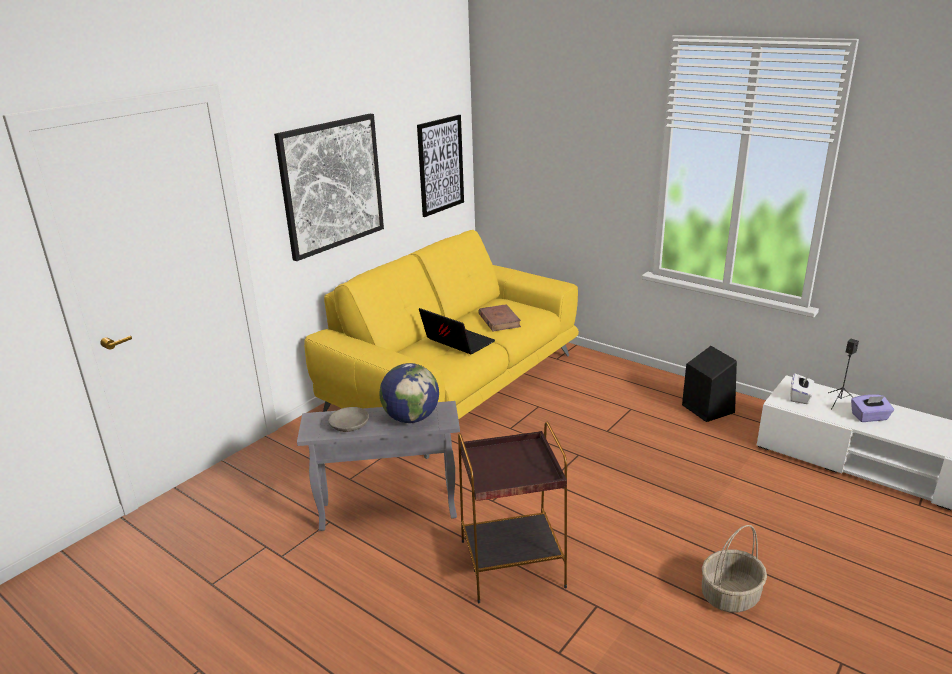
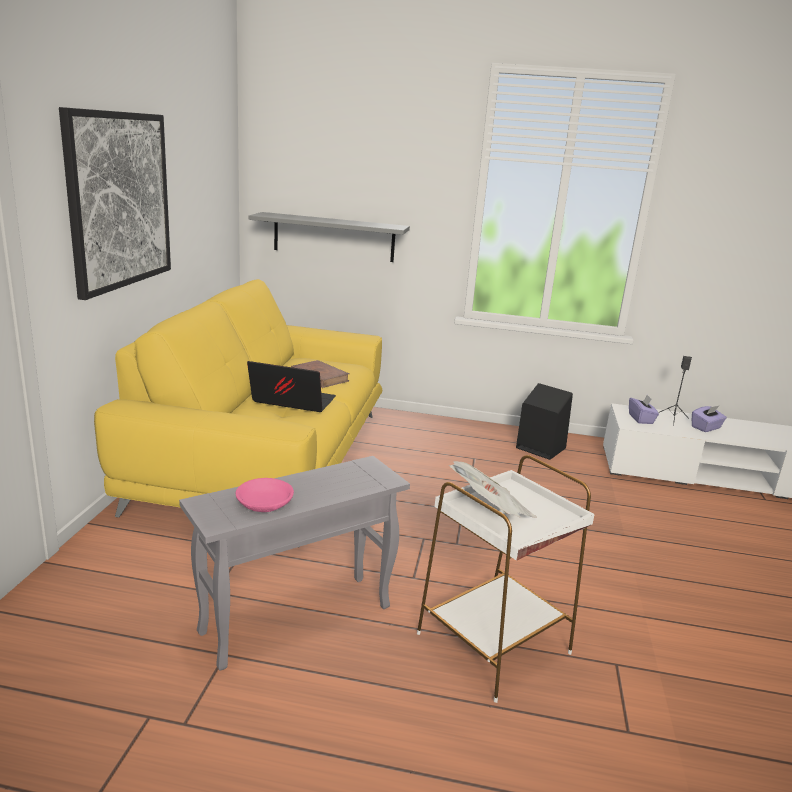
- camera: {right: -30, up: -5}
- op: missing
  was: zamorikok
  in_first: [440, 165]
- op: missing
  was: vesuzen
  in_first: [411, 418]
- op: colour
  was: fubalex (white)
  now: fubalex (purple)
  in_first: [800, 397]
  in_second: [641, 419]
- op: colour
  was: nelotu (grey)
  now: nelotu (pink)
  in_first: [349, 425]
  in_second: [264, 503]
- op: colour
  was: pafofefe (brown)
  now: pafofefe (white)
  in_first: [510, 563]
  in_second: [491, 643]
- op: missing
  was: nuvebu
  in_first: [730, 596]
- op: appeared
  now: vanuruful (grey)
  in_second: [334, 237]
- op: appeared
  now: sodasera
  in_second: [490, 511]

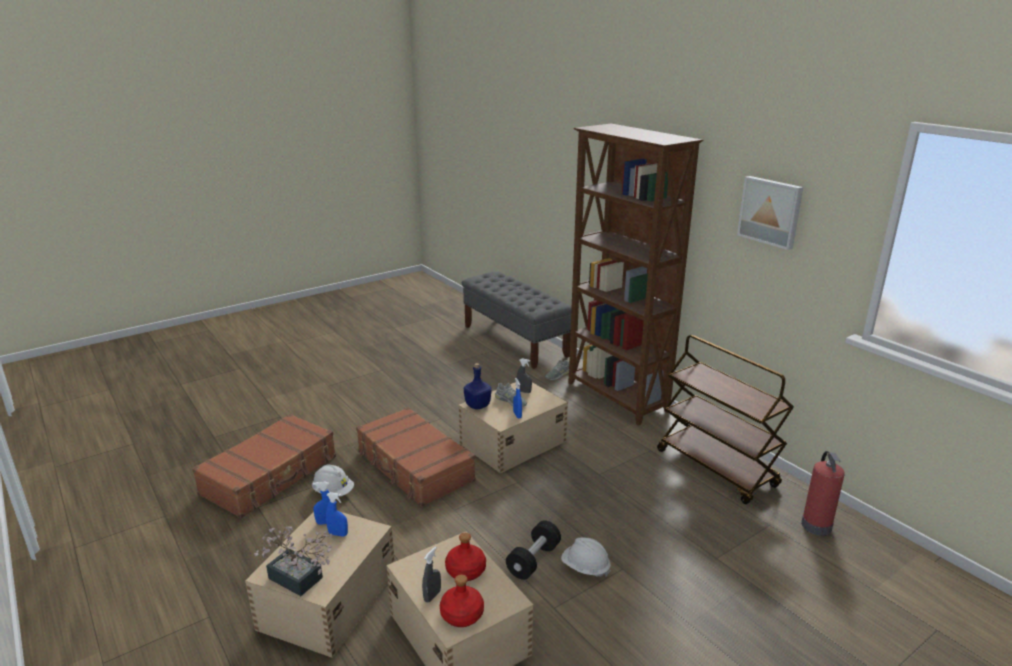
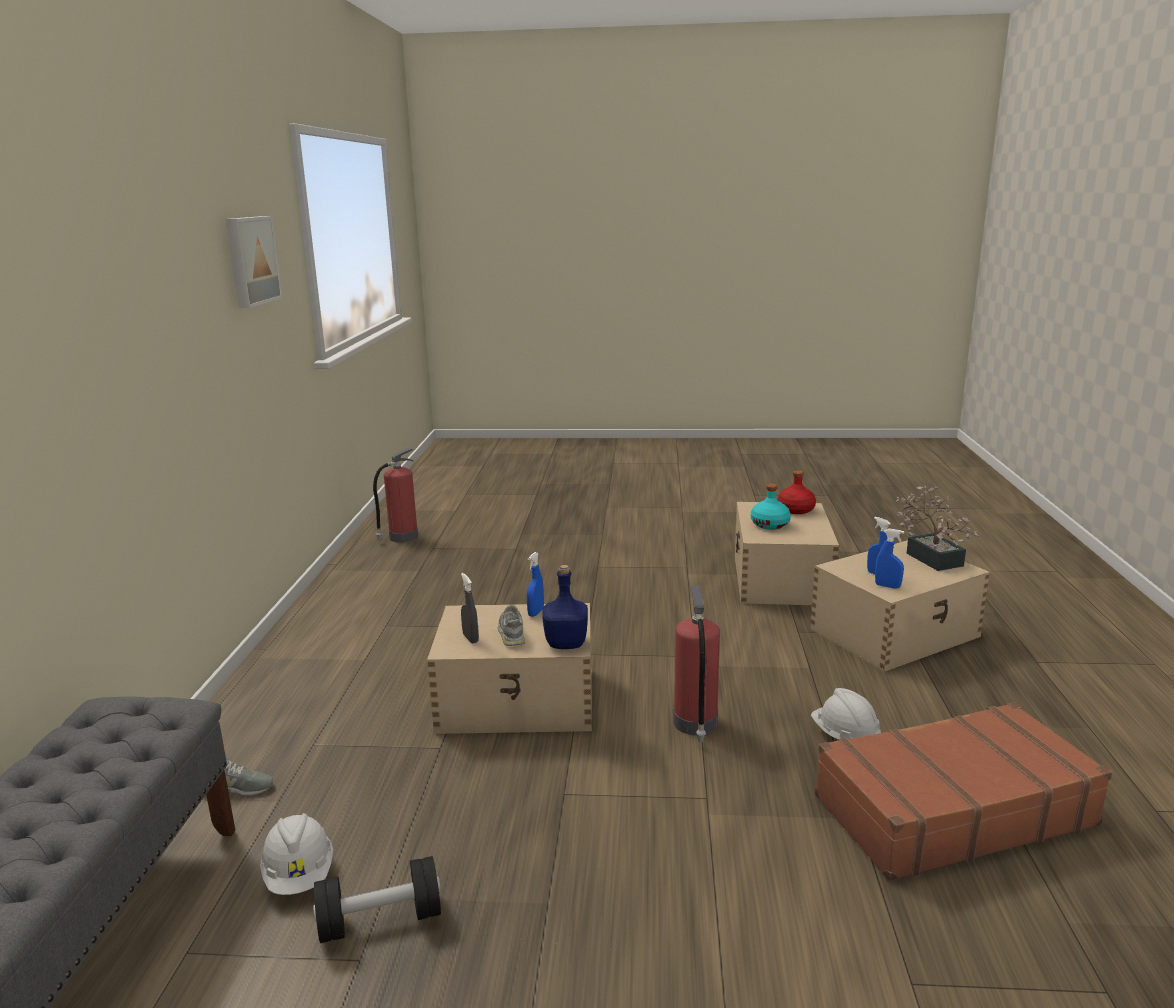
- camera: {right: -140, up: -5}
- op: missing
  was: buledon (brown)
  in_first: [617, 398]
- op: missing
  was: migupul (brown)
  in_first: [717, 468]
- op: exchanged
  was: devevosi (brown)
  now: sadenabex
  in_first: [414, 467]
  in_second: [695, 724]
- op: relocated
  was: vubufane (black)
  in_first: [533, 560]
  in_second: [380, 920]
- op: colour
  was: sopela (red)
  now: sopela (turquoise)
  in_first: [465, 571]
  in_second: [770, 524]
- op: relocated
  was: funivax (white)
  in_first: [585, 568]
  in_second: [300, 875]
- op: missing
  was: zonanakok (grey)
  in_first: [432, 596]

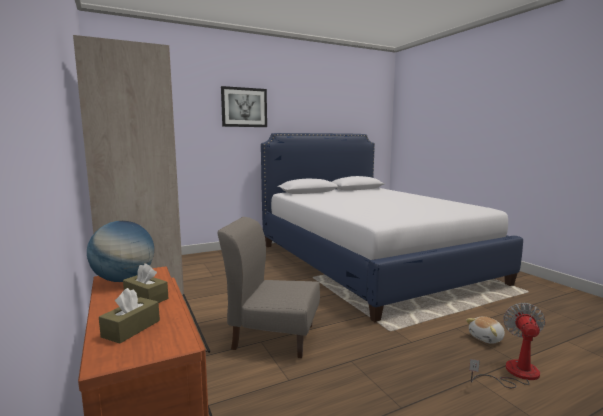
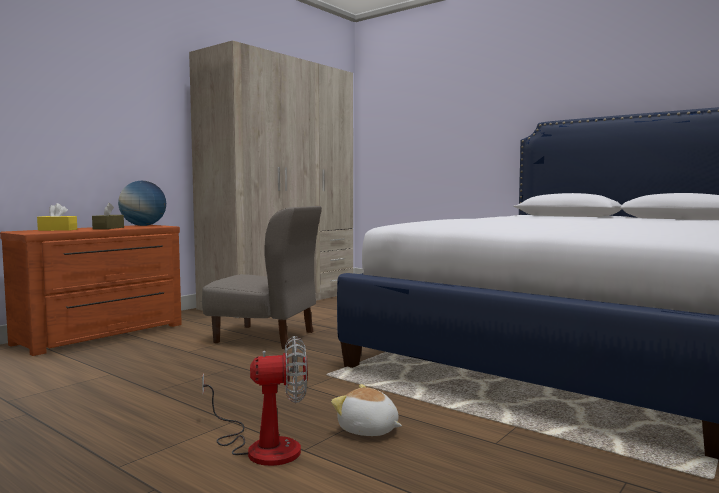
- camera: {right: 65, up: -5}
- op: missing
  was: zamorikok
  in_first: [244, 107]
- op: spun
  was: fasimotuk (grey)
  in_first: [273, 336]
  in_second: [265, 337]
  clockwise: 120
- op: colour
  was: fubalex (brown)
  now: fubalex (yellow)
  in_first: [131, 328]
  in_second: [57, 230]

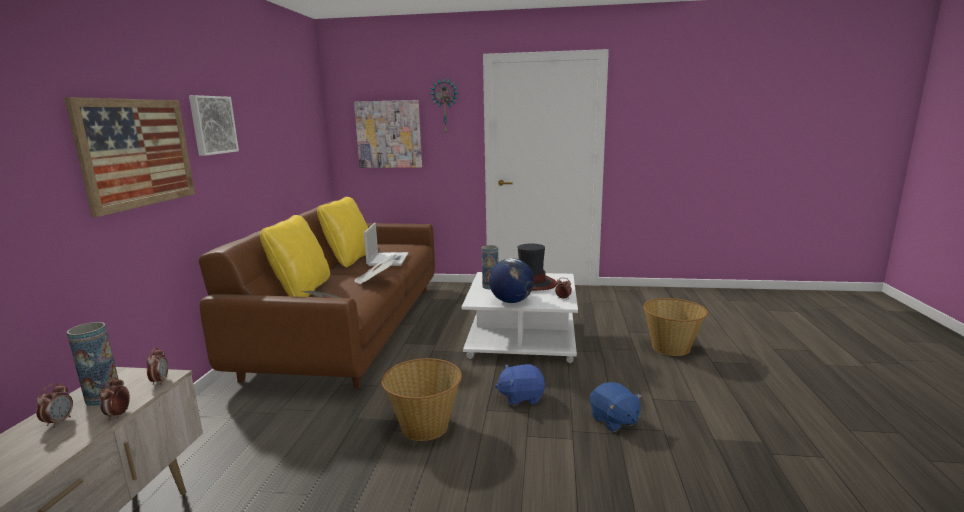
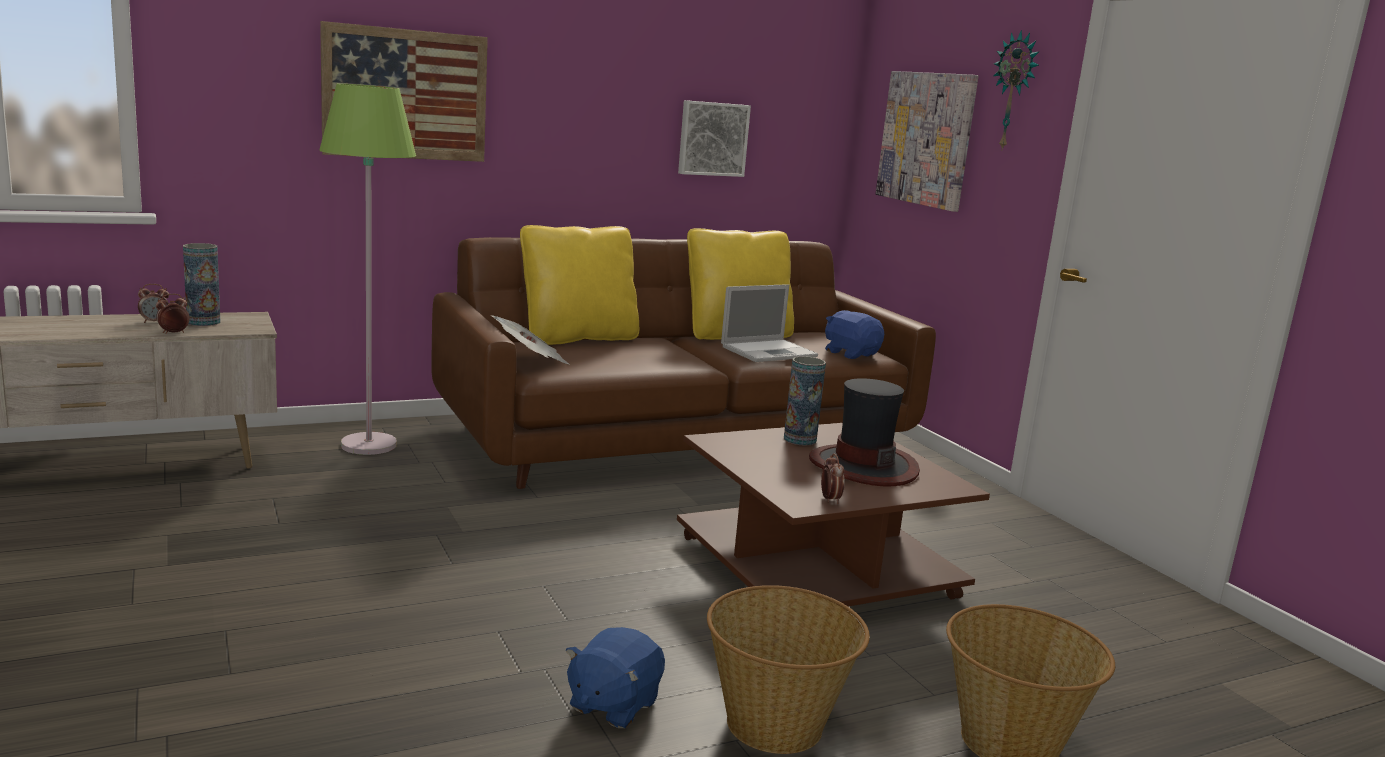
- camera: {right: 55, up: 0}
- op: relocated
  was: zamorikok
  in_first: [212, 125]
  in_second: [712, 138]
- op: missing
  was: sodasera
  in_first: [376, 281]
- op: missing
  was: vesuzen
  in_first: [511, 301]
- op: colour
  was: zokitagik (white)
  now: zokitagik (brown)
  in_first: [520, 338]
  in_second: [817, 566]
- op: missing
  was: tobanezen
  in_first: [160, 381]
- op: relocated
  was: nuvebu
  in_first: [424, 426]
  in_second: [776, 723]
- op: relocated
  was: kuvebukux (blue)
  in_first: [521, 397]
  in_second: [851, 353]
- op: appeared
  now: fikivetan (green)
  in_second: [369, 445]

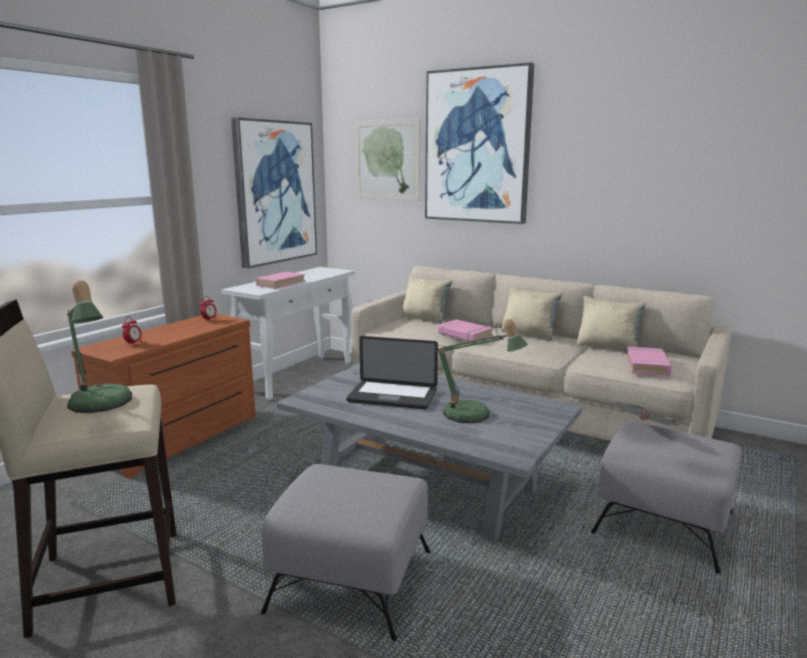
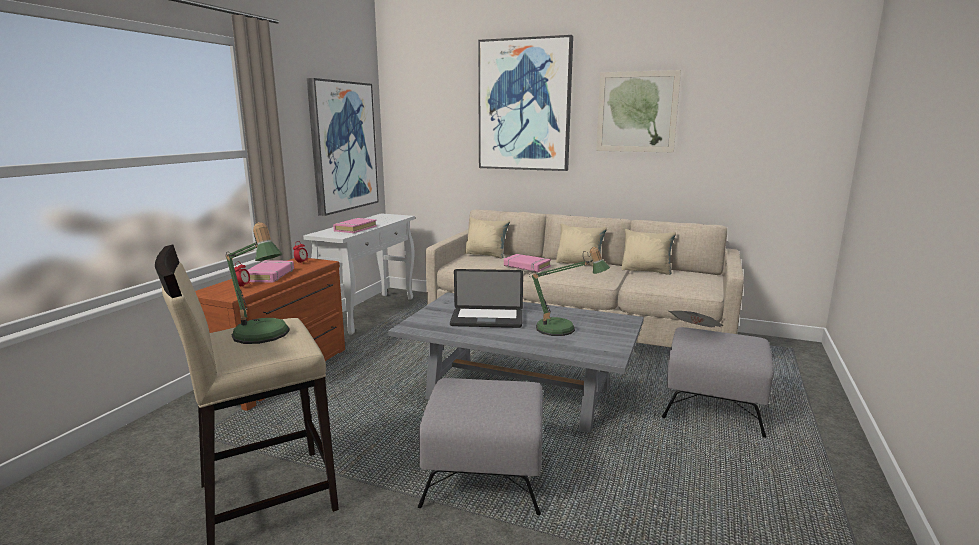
- camera: {right: -10, up: 0}
- op: relocated
  was: zamorikok
  in_first: [387, 160]
  in_second: [636, 112]
- op: relocated
  was: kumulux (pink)
  in_first: [647, 365]
  in_second: [270, 275]

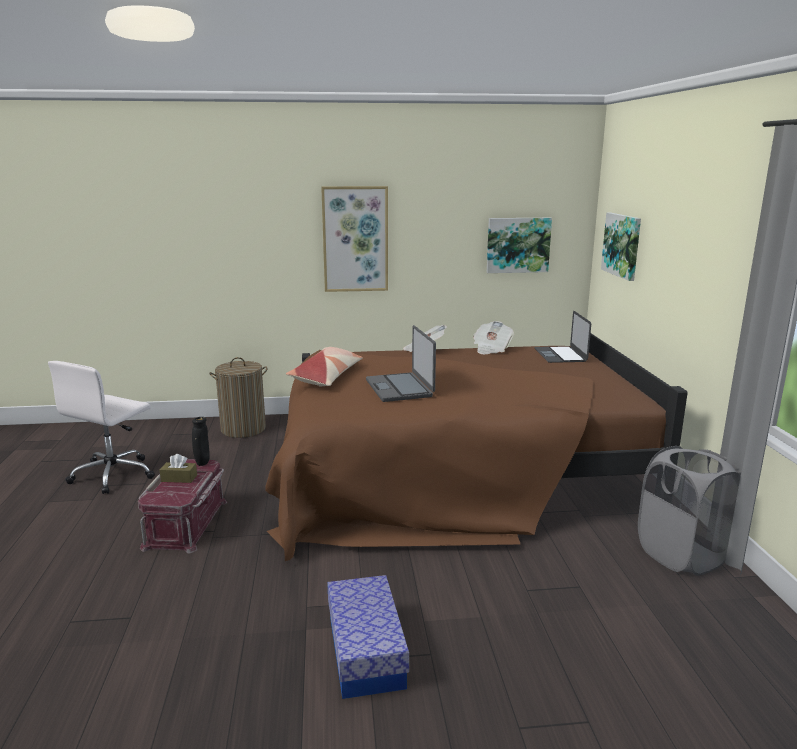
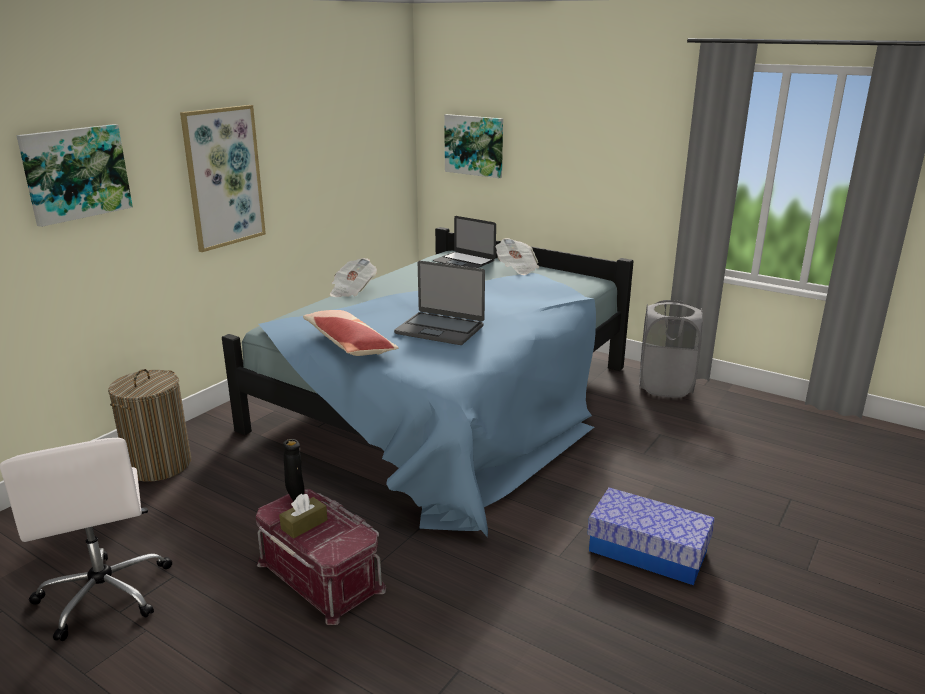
- camera: {right: -50, up: 5}
- op: relocated
  was: zamorikok
  in_first: [518, 245]
  in_second: [76, 173]
- op: relocated
  was: sodasera
  in_first: [491, 349]
  in_second: [517, 268]
- op: colour
  was: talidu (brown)
  now: talidu (blue)
  in_first: [454, 474]
  in_second: [449, 404]

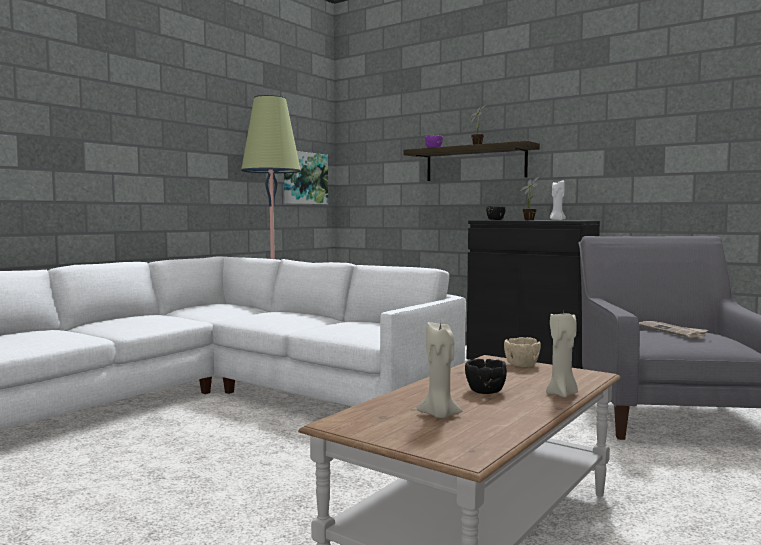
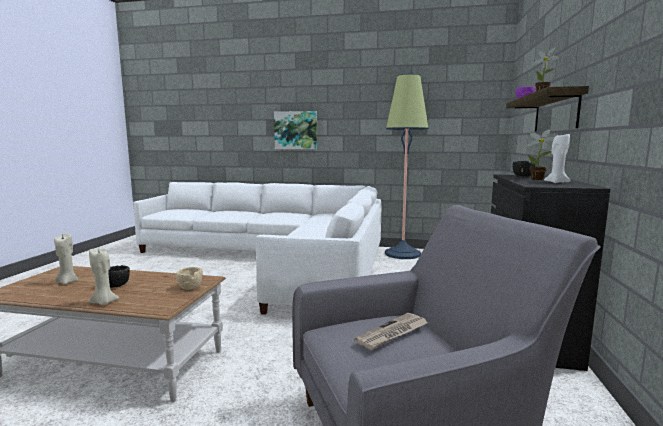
- camera: {right: 65, up: 5}
- op: relocated
  was: zamorikok
  in_first: [304, 178]
  in_second: [295, 130]

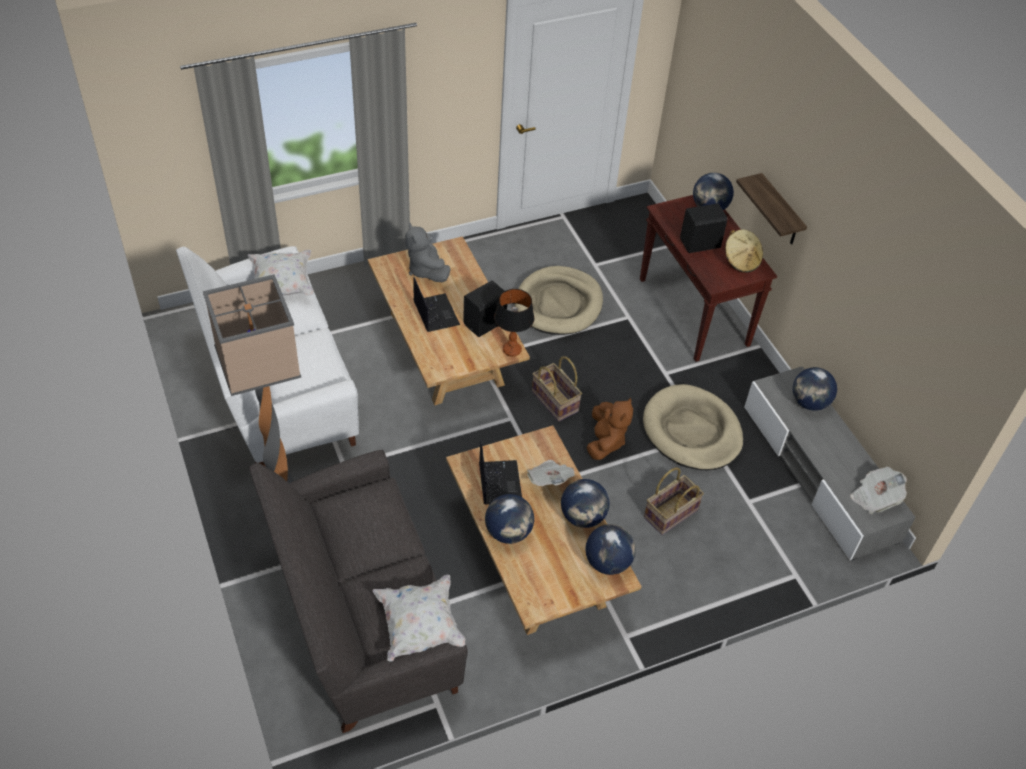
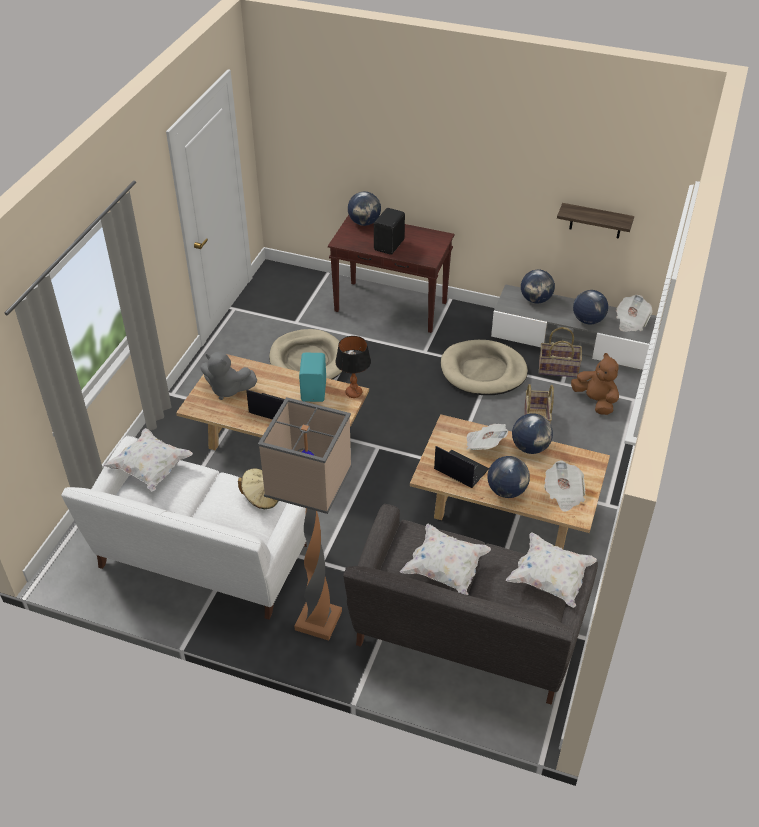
- camera: {right: -45, up: -5}
- op: relocated
  was: vanuruful
  in_first: [780, 212]
  in_second: [596, 221]
- op: relocated
  was: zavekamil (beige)
  in_first: [741, 261]
  in_second: [261, 498]
- op: colour
  was: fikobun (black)
  now: fikobun (turquoise)
  in_first: [486, 323]
  in_second: [314, 390]
- op: relocated
  was: nuvebu
  in_first: [555, 401]
  in_second: [558, 368]
- op: relocated
  was: kuvebukux (brown)
  in_first: [605, 441]
  in_second: [595, 401]
- op: relocated
  was: vesuzen
  in_first: [607, 562]
  in_second: [587, 320]
- op: appeared
  now: sodasera
  in_second: [563, 494]
- op: appeared
  now: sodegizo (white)
  in_second: [445, 569]

